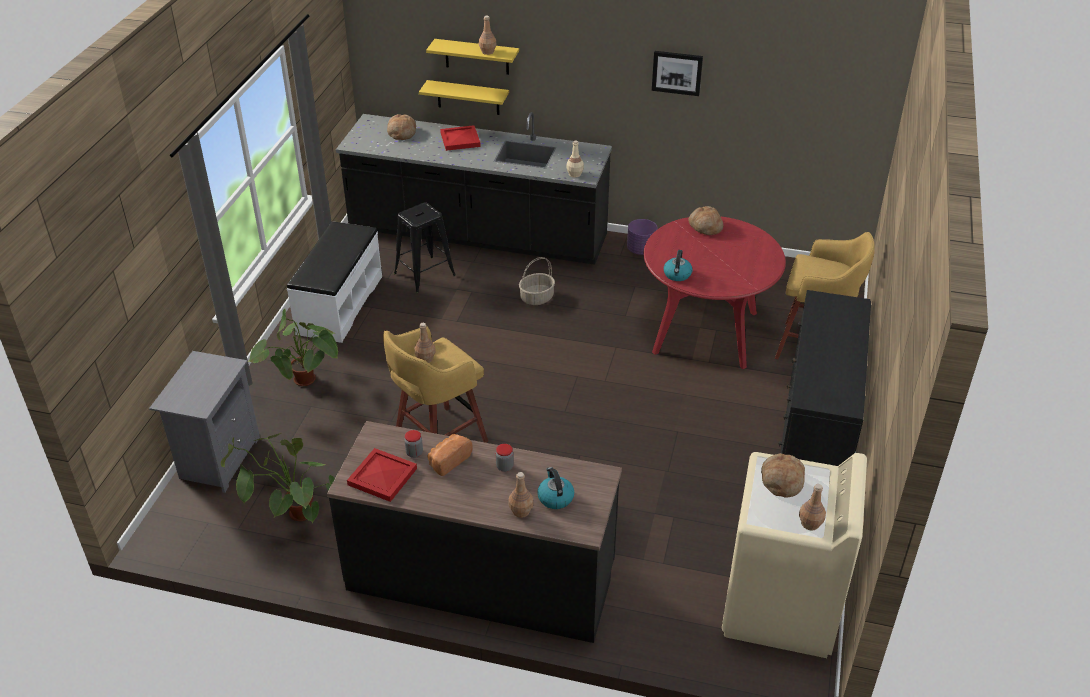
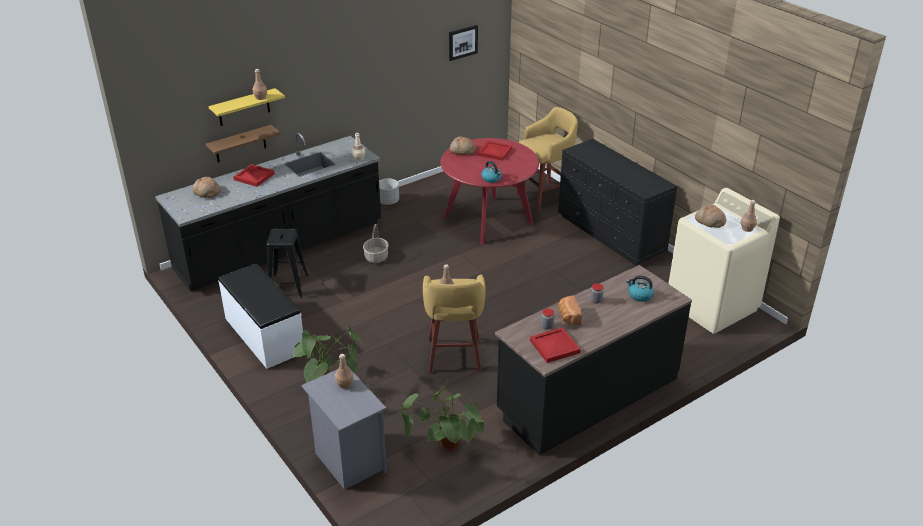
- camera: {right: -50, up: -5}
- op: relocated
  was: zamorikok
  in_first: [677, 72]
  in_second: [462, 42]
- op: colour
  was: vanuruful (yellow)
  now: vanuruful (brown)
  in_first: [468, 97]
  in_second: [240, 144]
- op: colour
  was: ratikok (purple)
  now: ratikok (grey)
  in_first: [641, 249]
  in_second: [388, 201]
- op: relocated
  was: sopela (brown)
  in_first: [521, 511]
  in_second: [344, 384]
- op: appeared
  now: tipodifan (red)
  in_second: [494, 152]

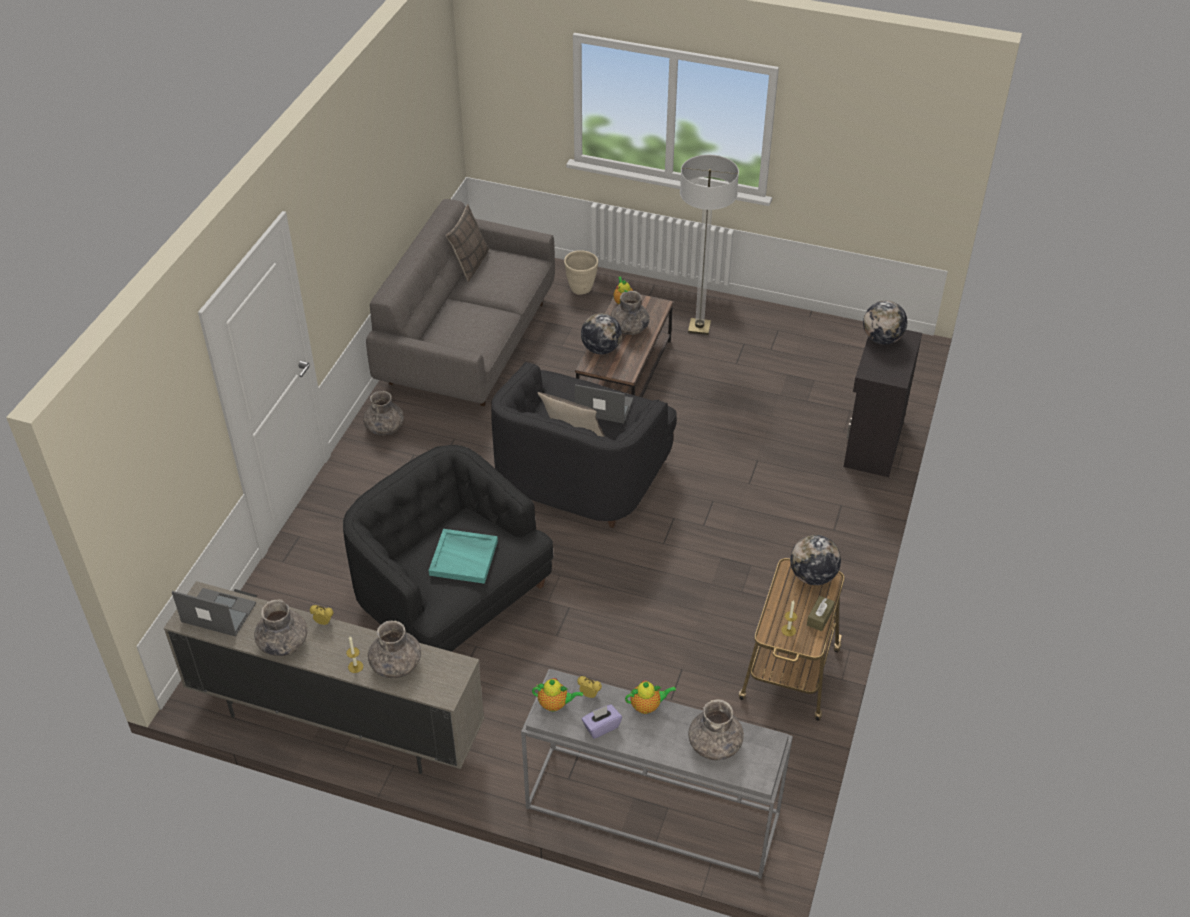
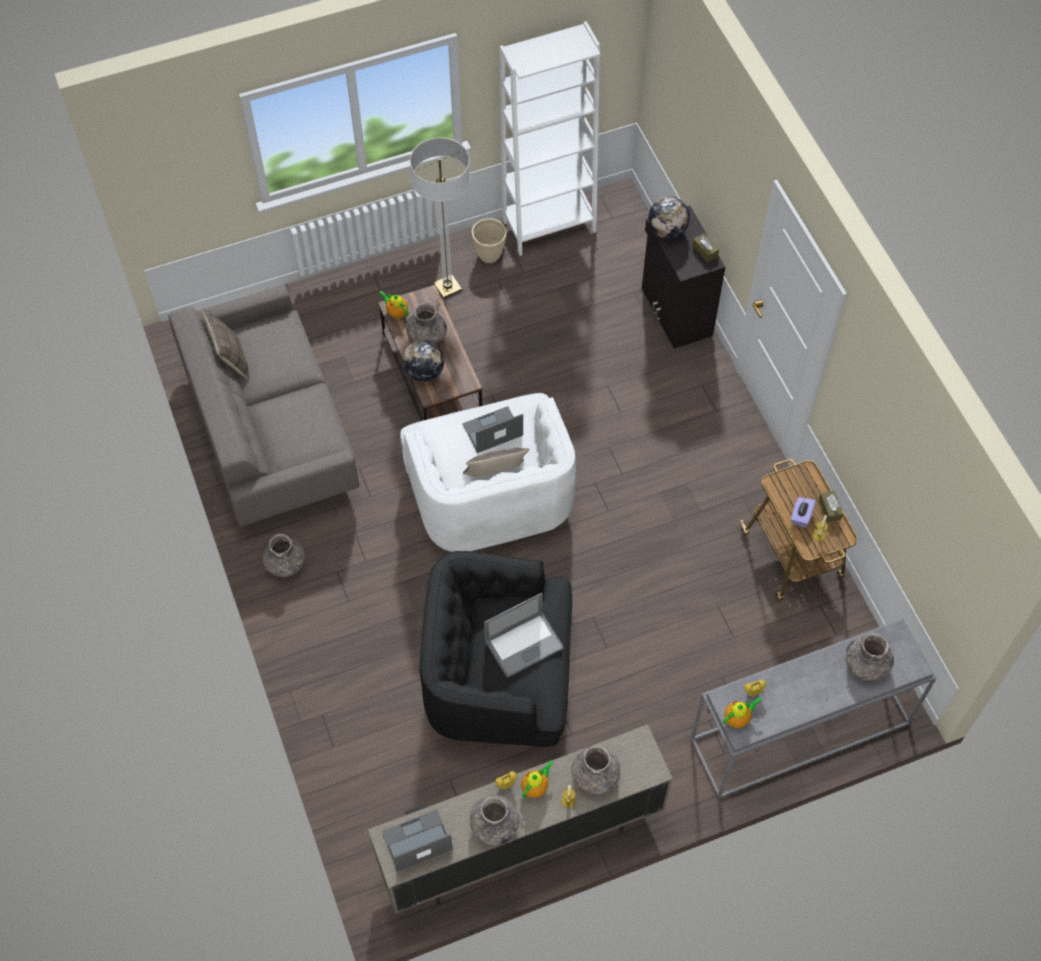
- camera: {right: -40, up: 15}
- op: relocated
  was: ratikok (beige)
  in_first: [581, 289]
  in_second: [489, 255]
- op: colour
  was: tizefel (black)
  now: tizefel (white)
  in_first: [582, 476]
  in_second: [491, 494]
- op: exchanged
  was: tipodifan (turquoise)
  now: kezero
  in_first: [464, 558]
  in_second: [524, 644]
- op: missing
  was: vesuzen
  in_first: [812, 576]
- op: relocated
  was: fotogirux
  in_first: [647, 706]
  in_second: [536, 786]
- op: relocated
  was: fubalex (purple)
  in_first: [601, 727]
  in_second: [801, 516]
- op: appeared
  now: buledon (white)
  in_second: [549, 226]
- op: appeared
  now: fubalex (brown)
  in_second: [705, 251]

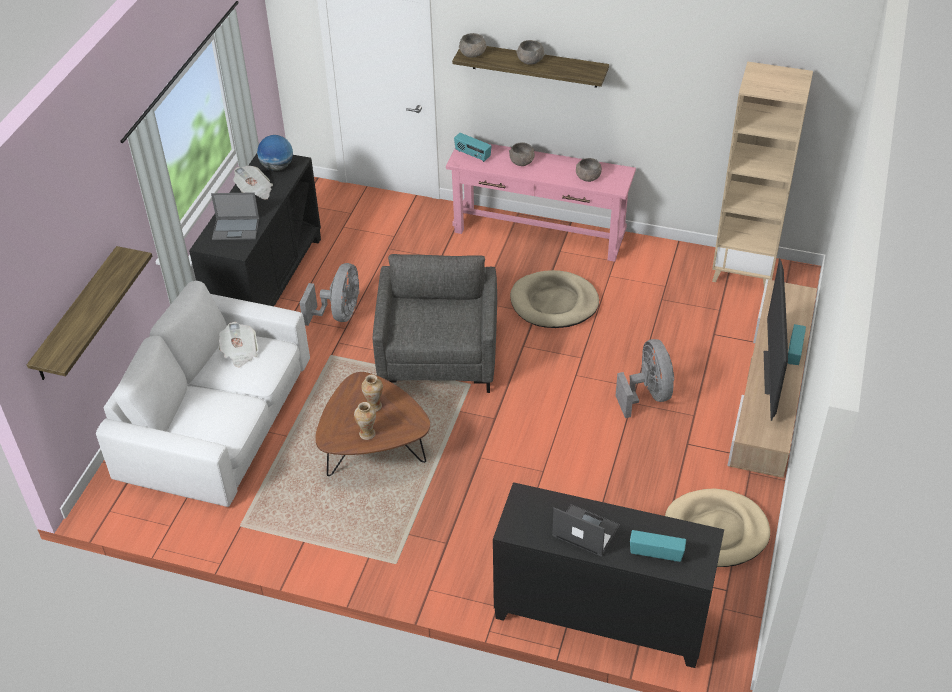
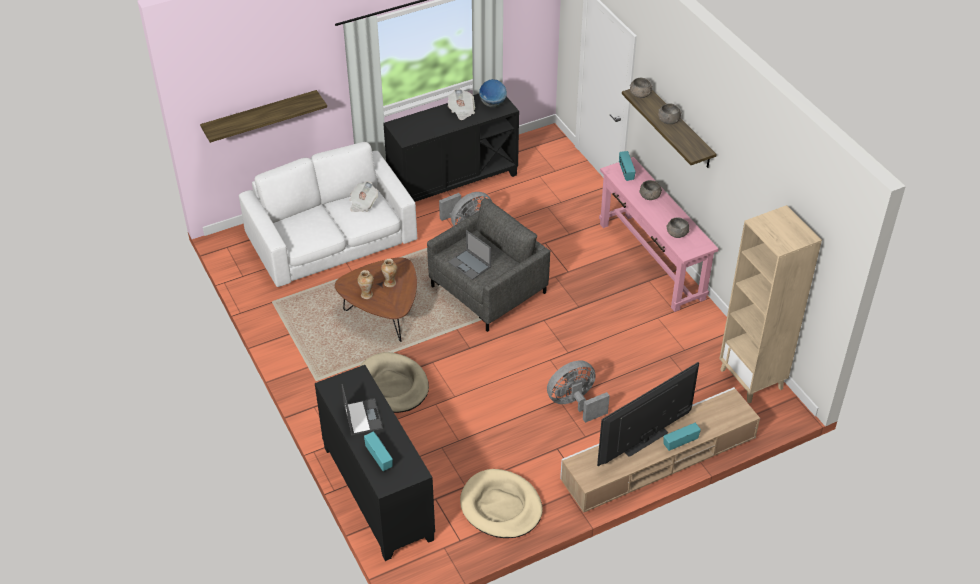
- camera: {right: 45, up: 0}
- op: relocated
  was: kezero
  in_first: [236, 229]
  in_second: [470, 265]
- op: relocated
  was: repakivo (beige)
  in_first: [554, 303]
  in_second: [392, 386]
- op: spun
  was: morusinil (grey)
  in_first: [647, 395]
  in_second: [575, 403]
  clockwise: -150

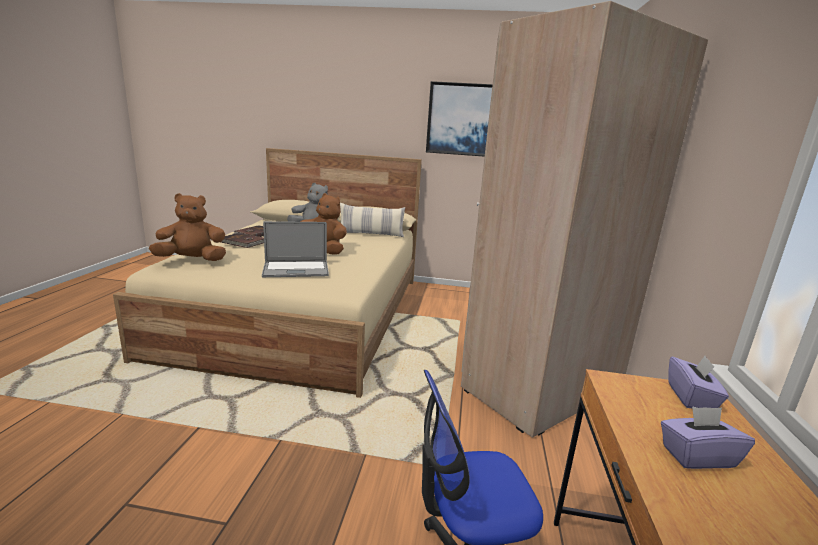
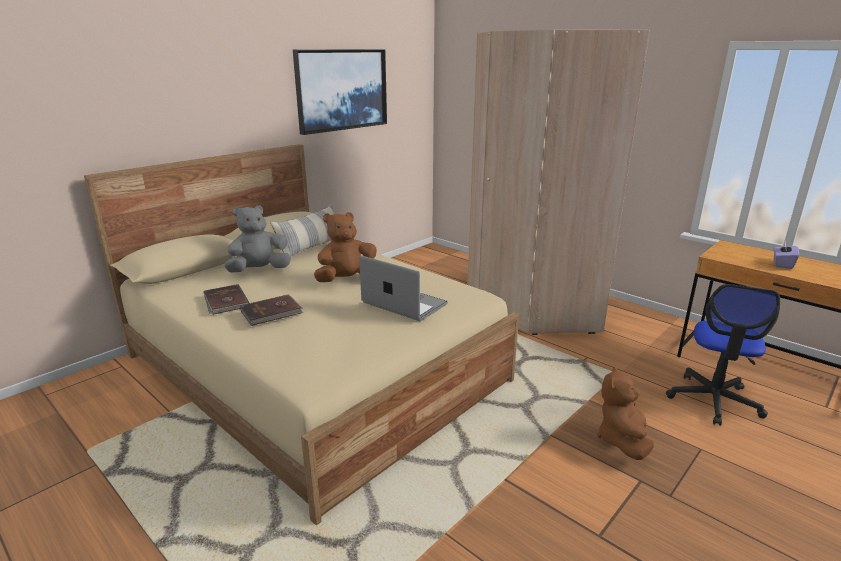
- camera: {right: -55, up: 5}
- op: relocated
  was: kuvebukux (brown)
  in_first: [192, 260]
  in_second: [622, 440]
- op: spun
  was: kezero
  in_first: [296, 269]
  in_second: [404, 303]
  clockwise: -75
- op: missing
  was: fubalex (purple)
  in_first: [691, 397]

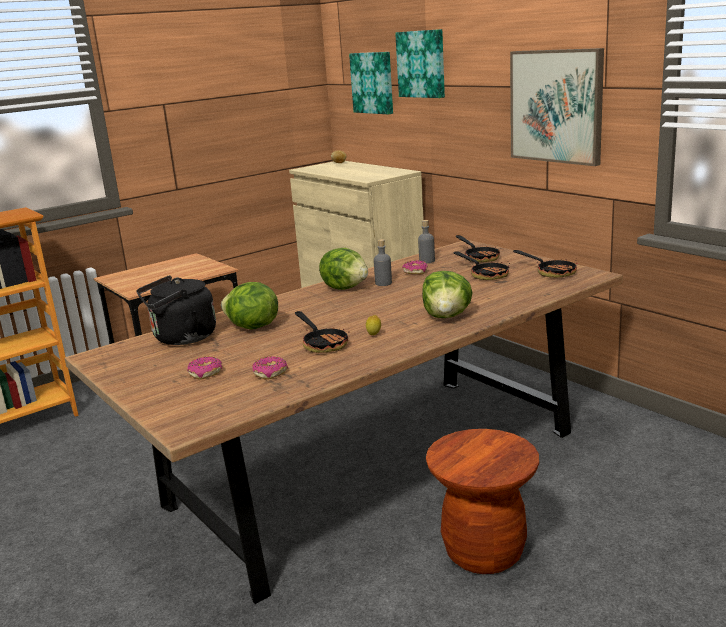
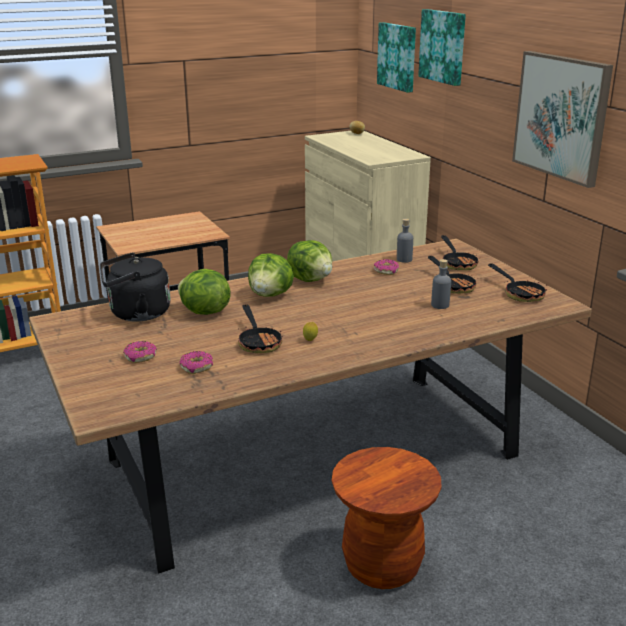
- camera: {right: 10, up: 5}
- op: relocated
  was: sopela (grey)
  in_first: [383, 283]
  in_second: [440, 305]
- op: relocated
  was: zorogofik
  in_first: [447, 316]
  in_second: [271, 295]

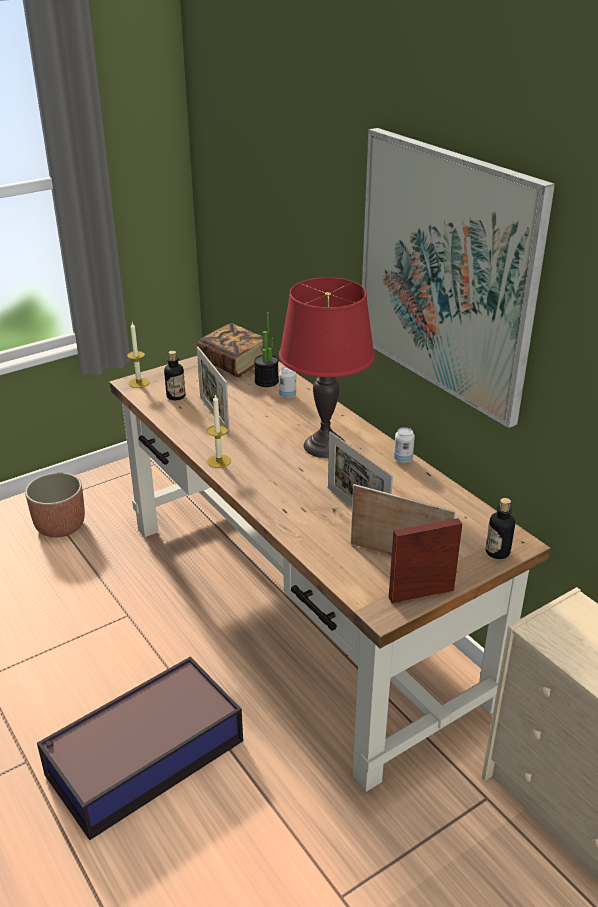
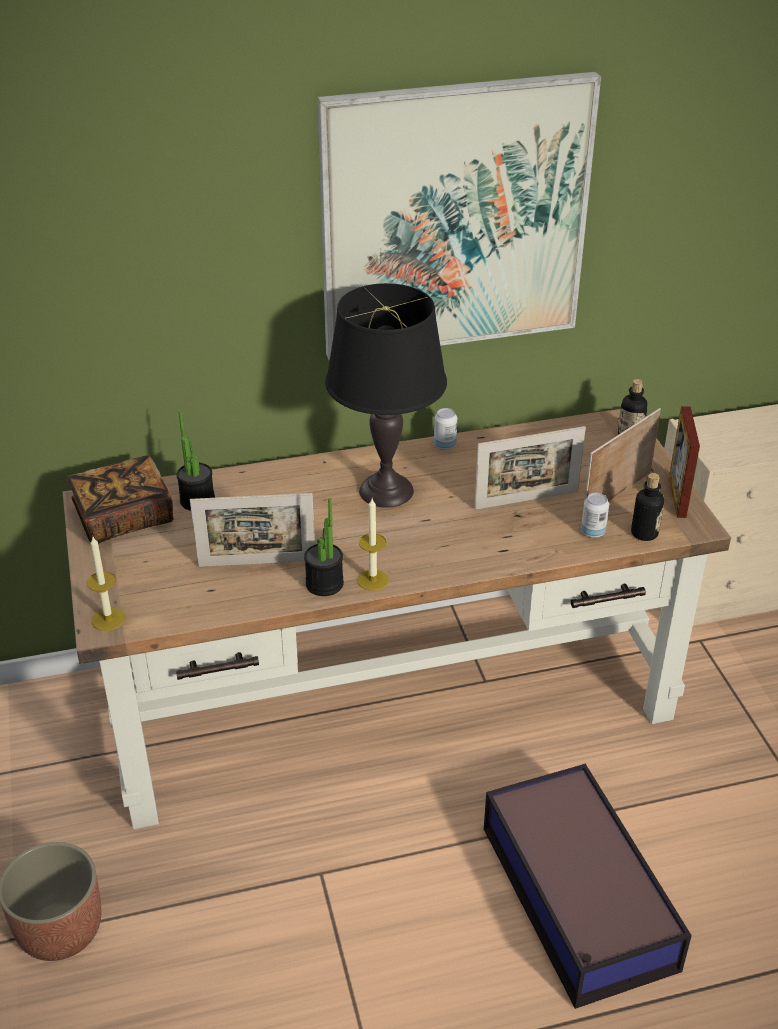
- camera: {right: -70, up: 5}
- op: colour
  was: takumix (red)
  now: takumix (black)
  in_first: [325, 446]
  in_second: [386, 491]
- op: relocated
  was: sopela
  in_first: [176, 396]
  in_second: [644, 533]
- op: relocated
  was: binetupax
  in_first: [287, 395]
  in_second: [592, 532]
- op: appeared
  now: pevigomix
  in_second: [324, 584]

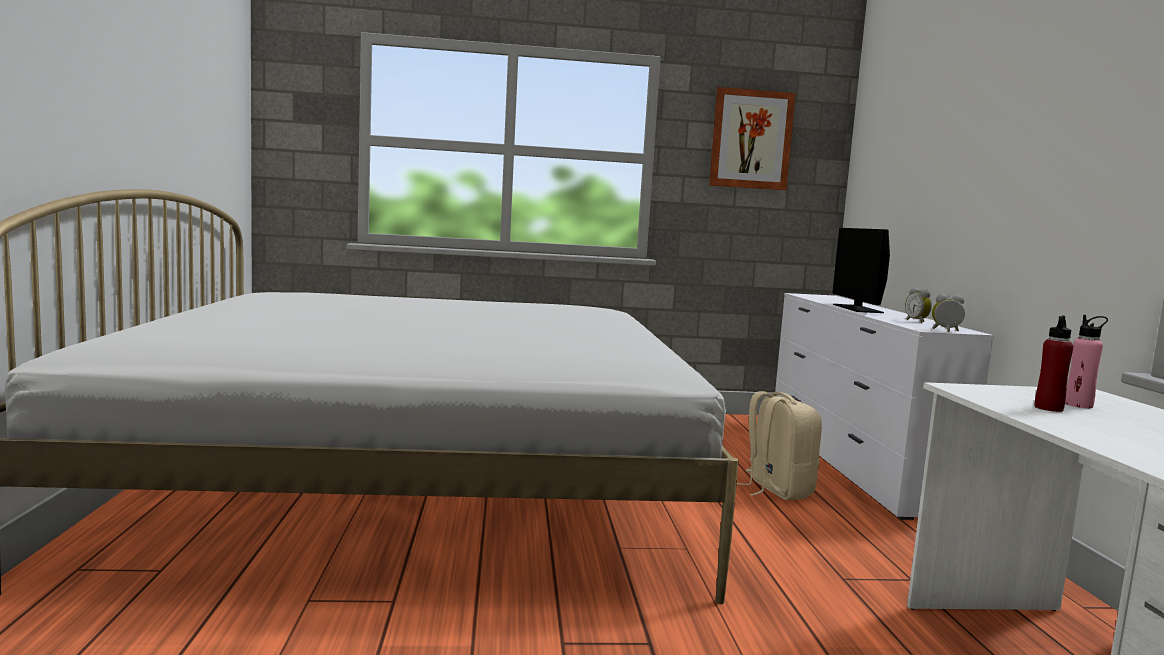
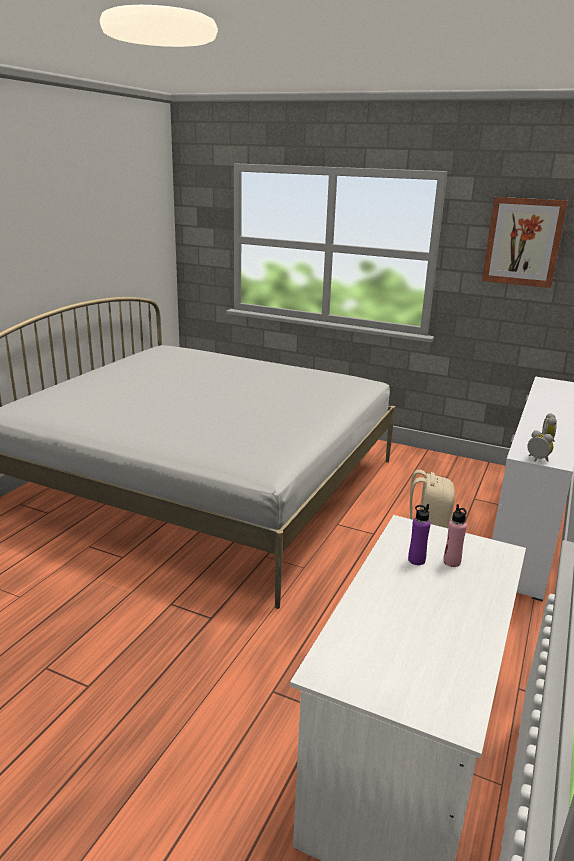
- camera: {right: 30, up: 15}
- op: missing
  was: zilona
  in_first: [857, 308]
- op: colour
  was: sopela (red)
  now: sopela (purple)
  in_first: [1048, 408]
  in_second: [416, 560]

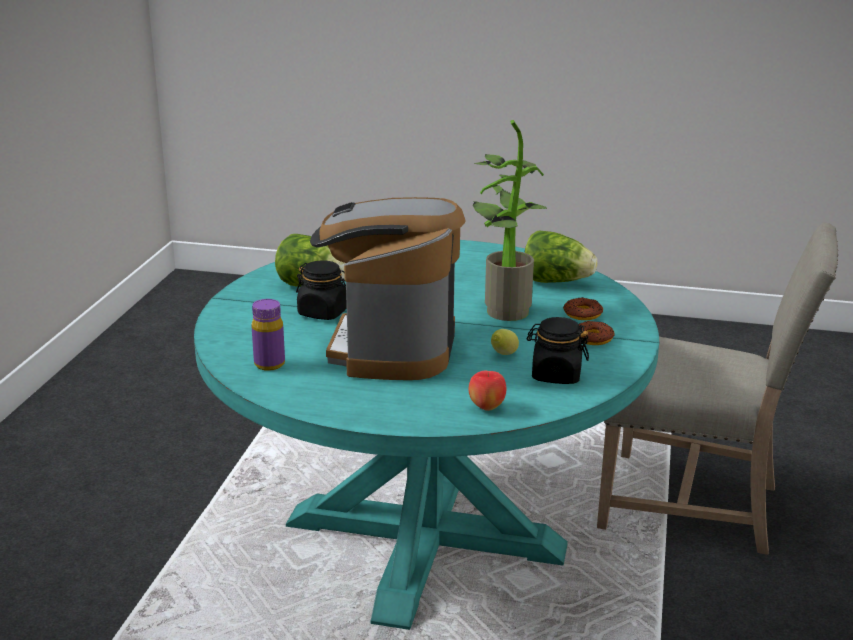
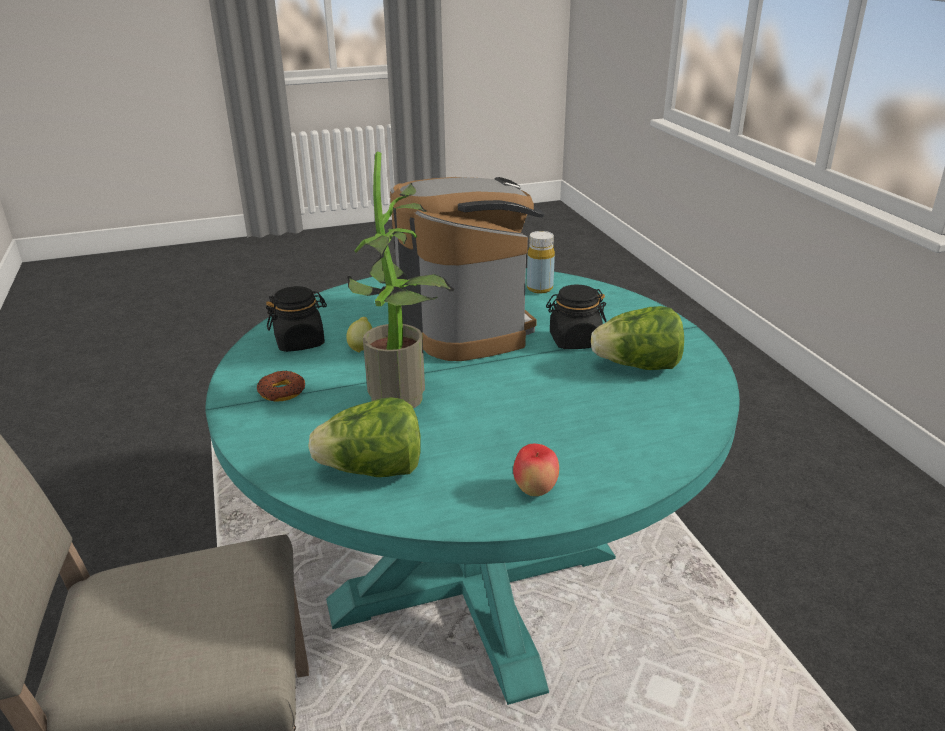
- camera: {right: 150, up: 5}
- op: missing
  was: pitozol
  in_first: [582, 314]
- op: colour
  was: sopela (purple)
  now: sopela (yellow)
  in_first: [269, 364]
  in_second: [539, 288]
- op: relocated
  was: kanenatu
  in_first: [487, 407]
  in_second: [535, 490]

